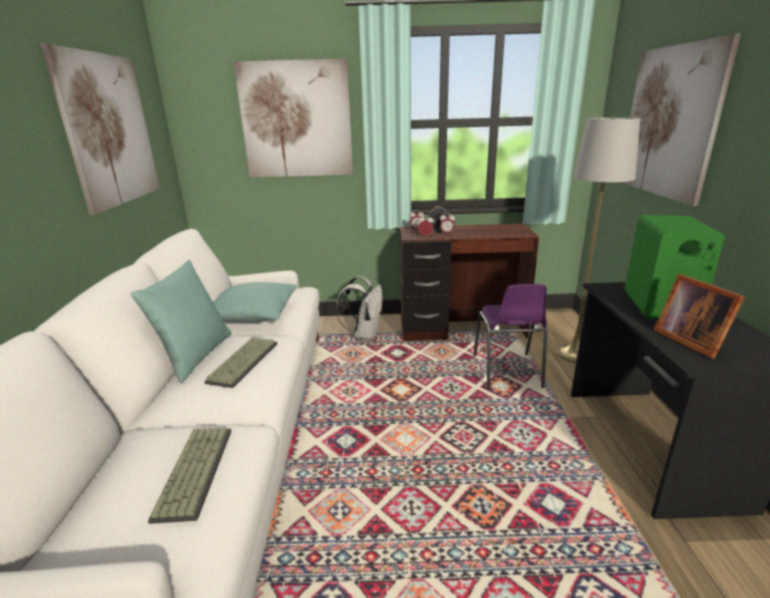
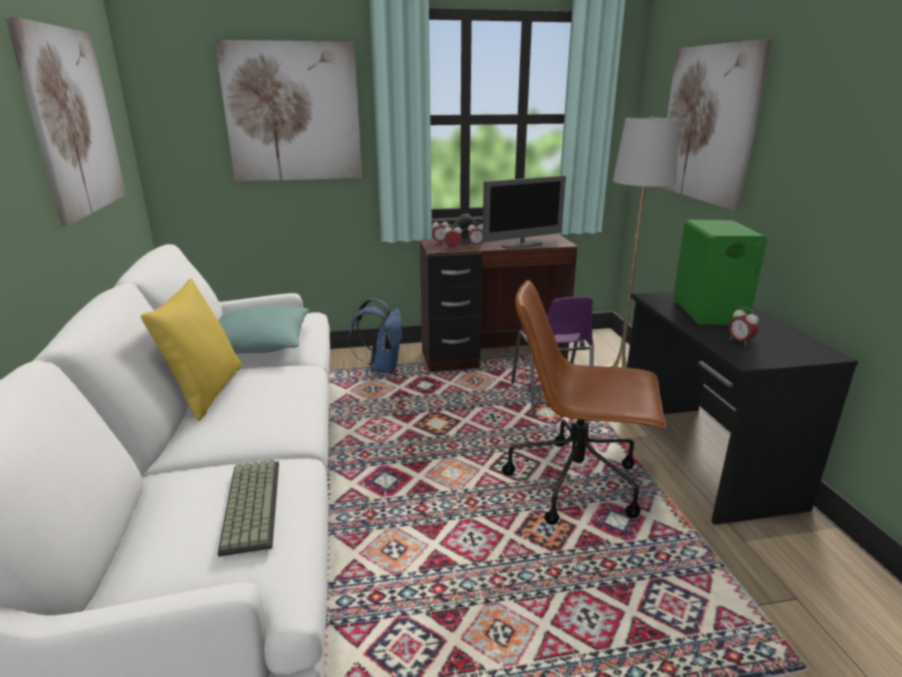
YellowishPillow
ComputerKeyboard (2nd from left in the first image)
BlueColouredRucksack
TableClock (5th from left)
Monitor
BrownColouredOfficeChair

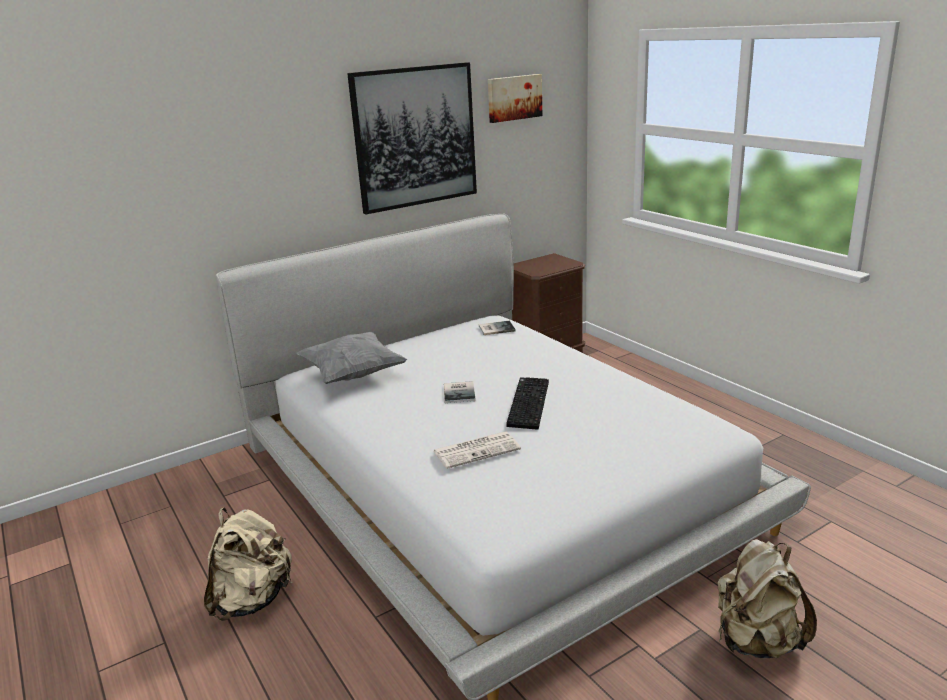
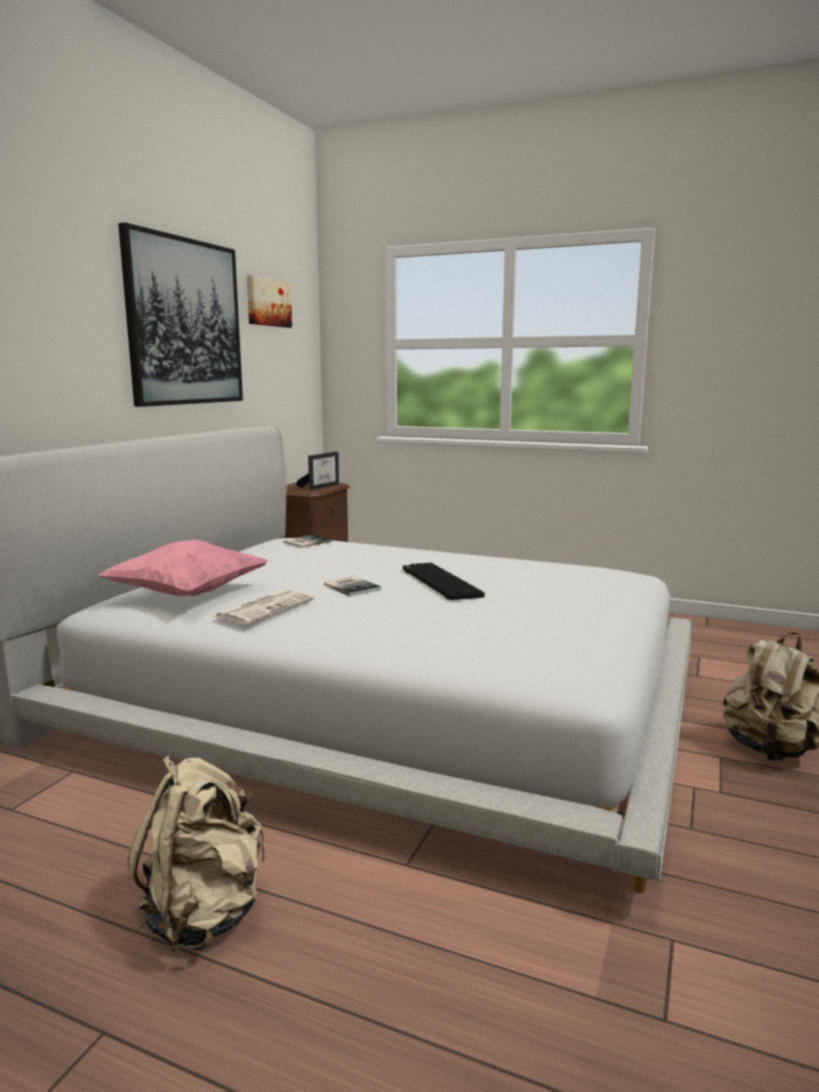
PinkColouredPillow
DailyPaper
PictureFrame

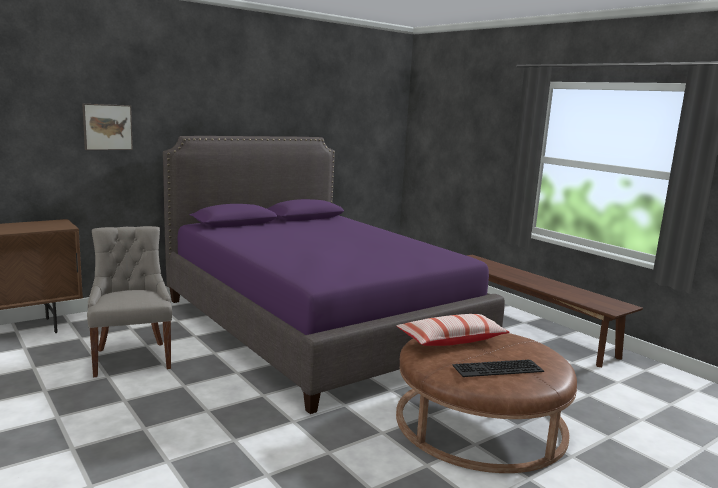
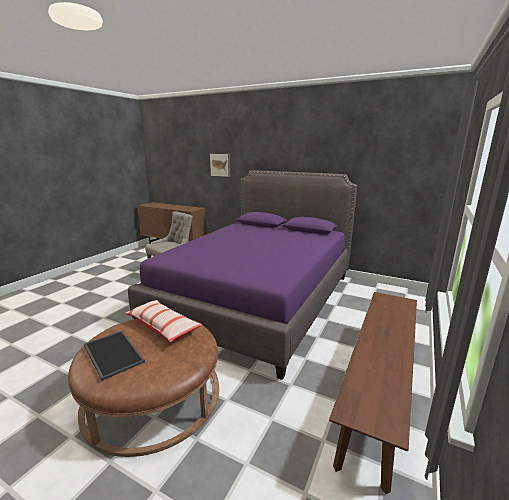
Tray

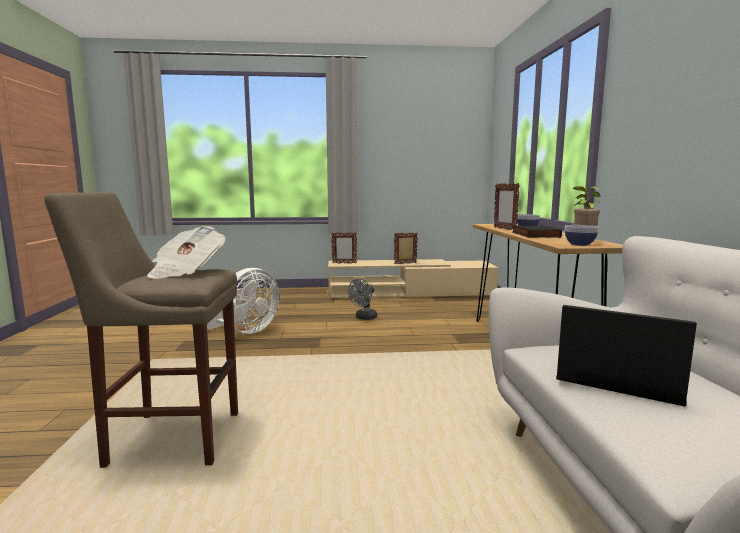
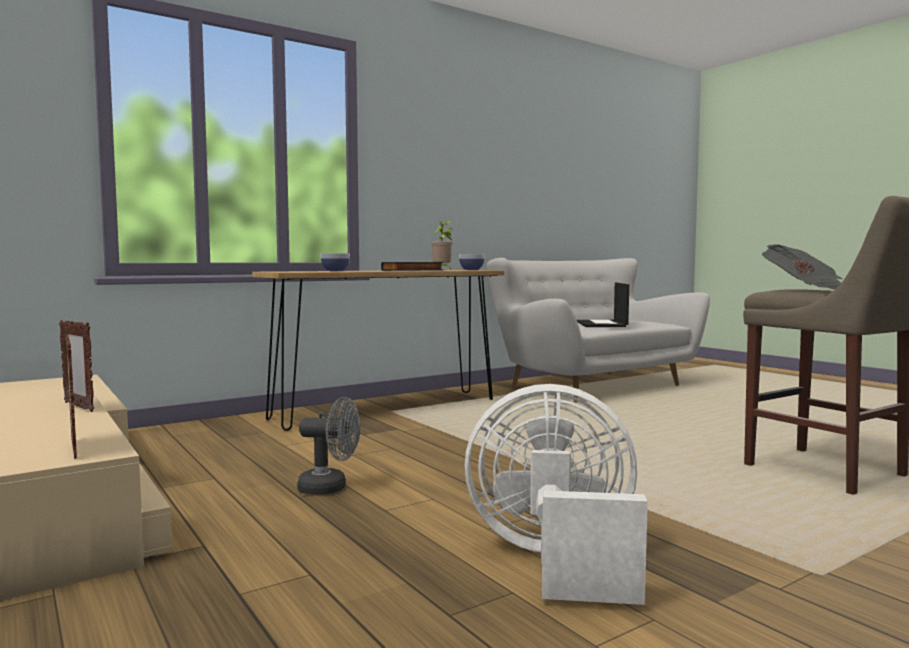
PictureFrame (3rd from left in the first image)

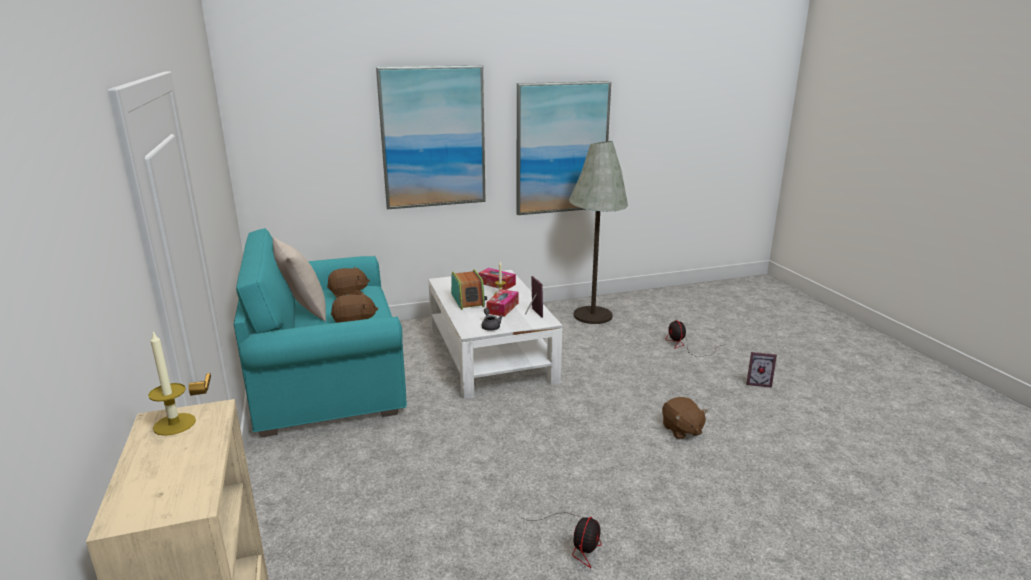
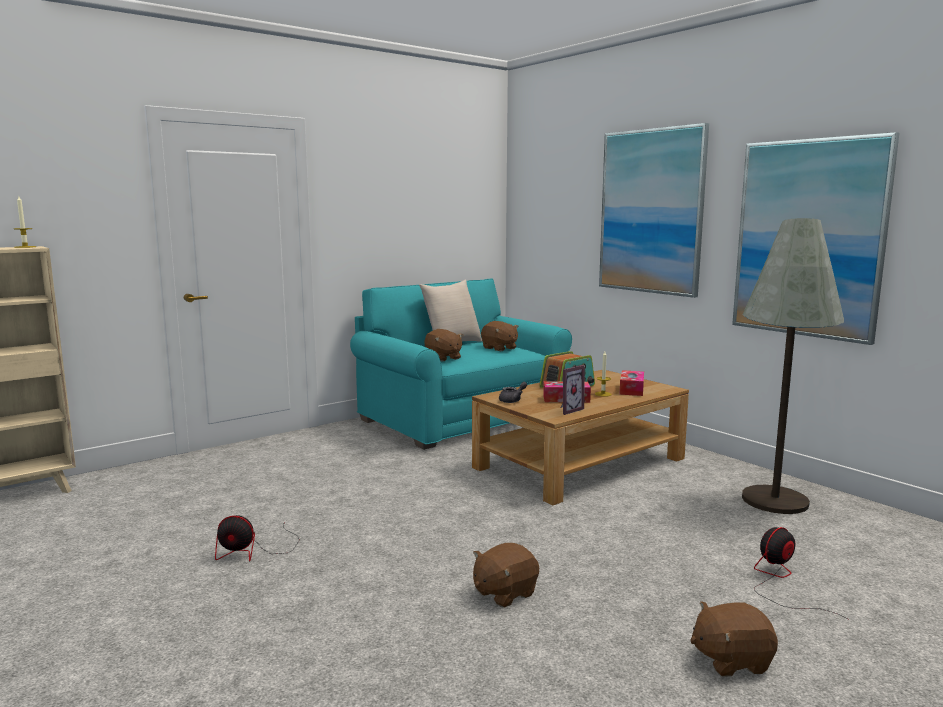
BrownColouredCoffeeTable
BrownColouredPlushToy (4th from left)

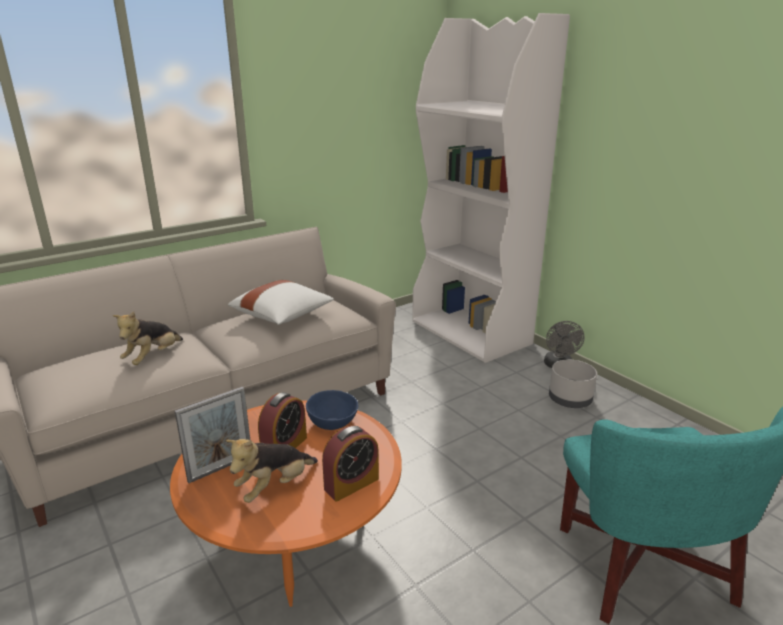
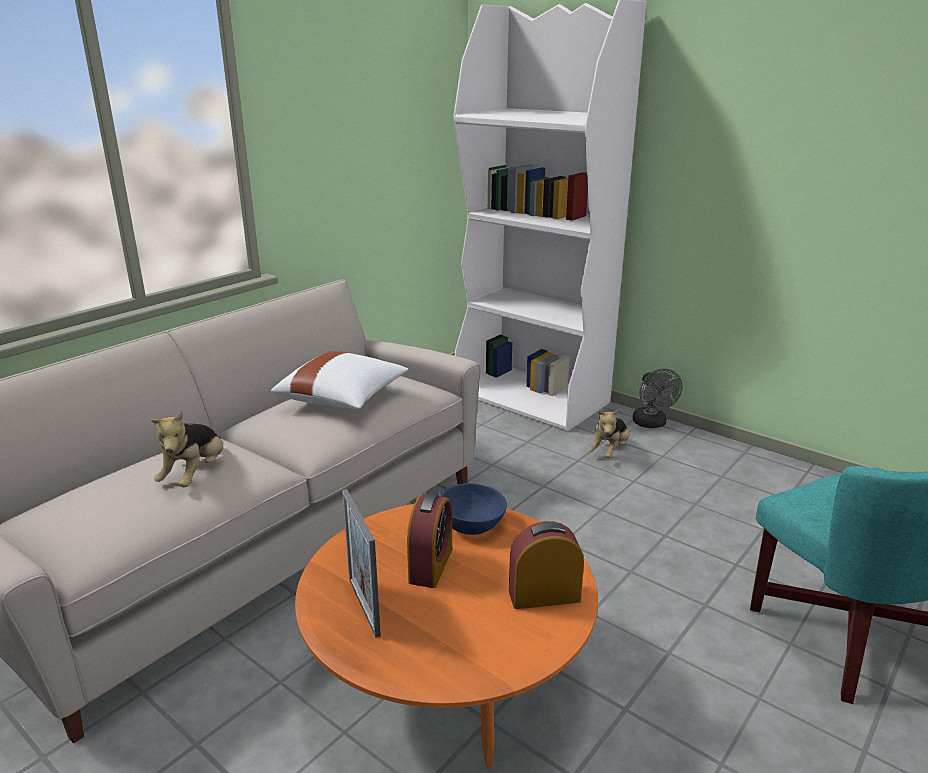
PictureFrame
PlushToy (2nd from left)
TableClock (2nd from left)
GreyishPlanter

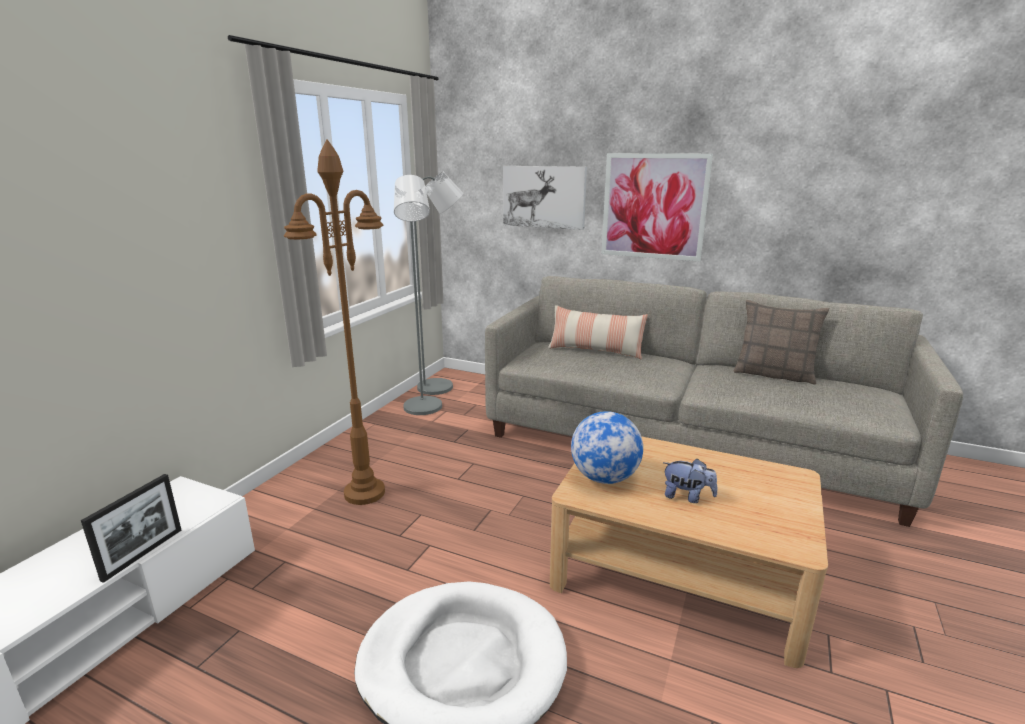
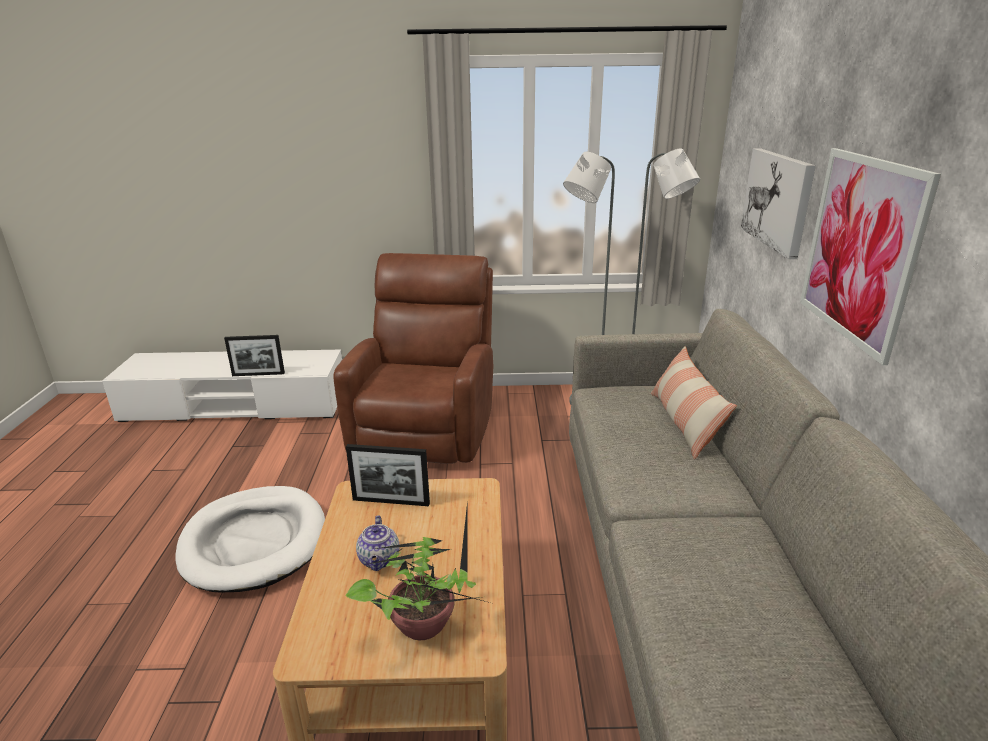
BrownColouredEasyChair
PictureFrame (2nd from left)
Teapot
Pillow (2nd from left in the first image)
PottedPlant

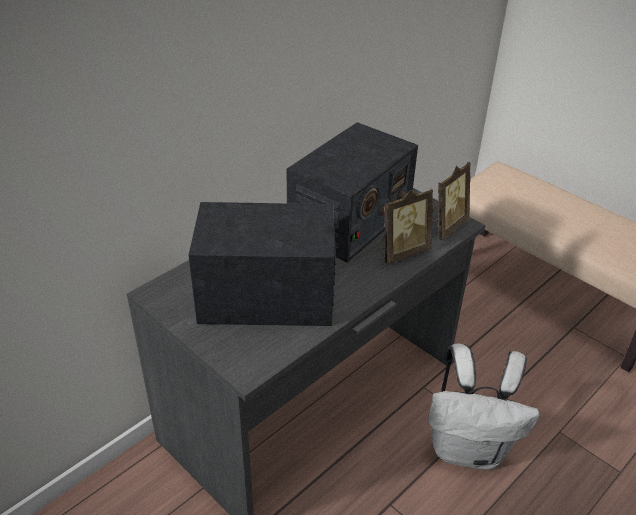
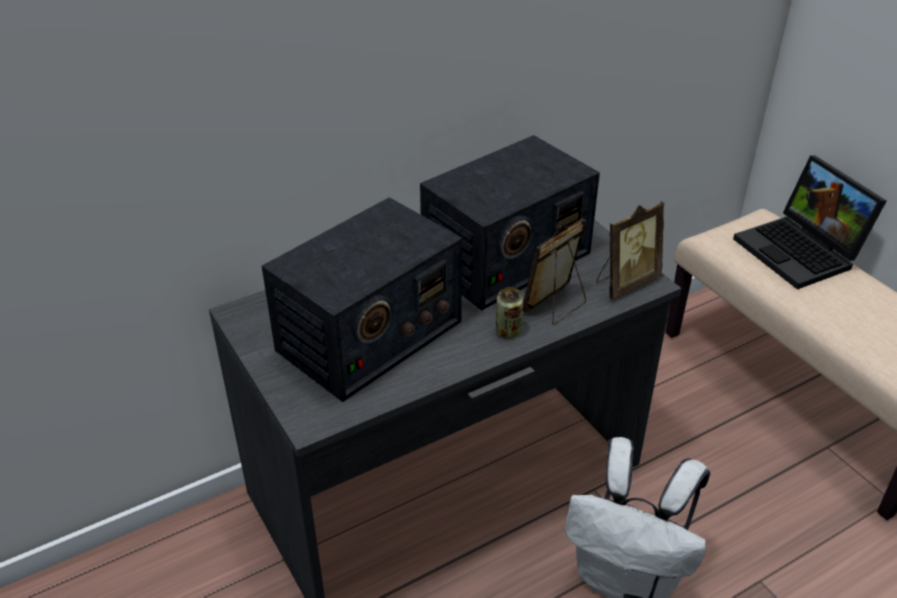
RadioSet (1st from left)
PictureFrame (1st from left)
SealedCan
Laptop

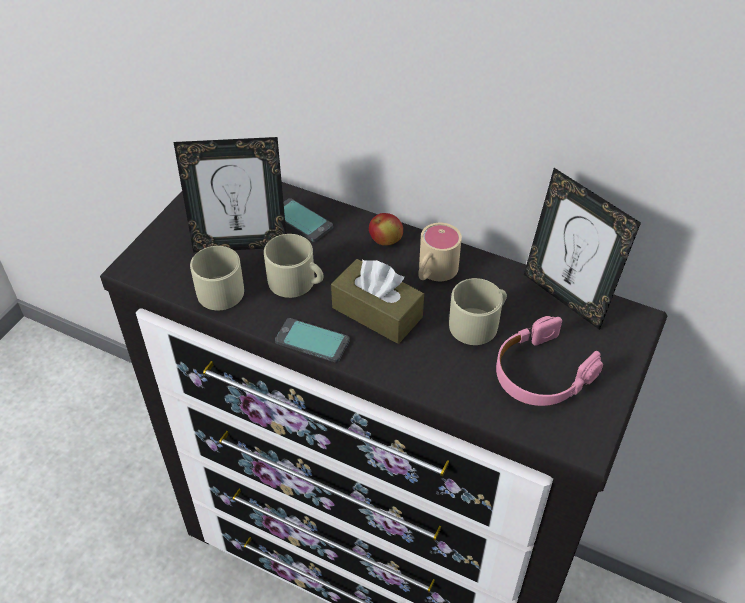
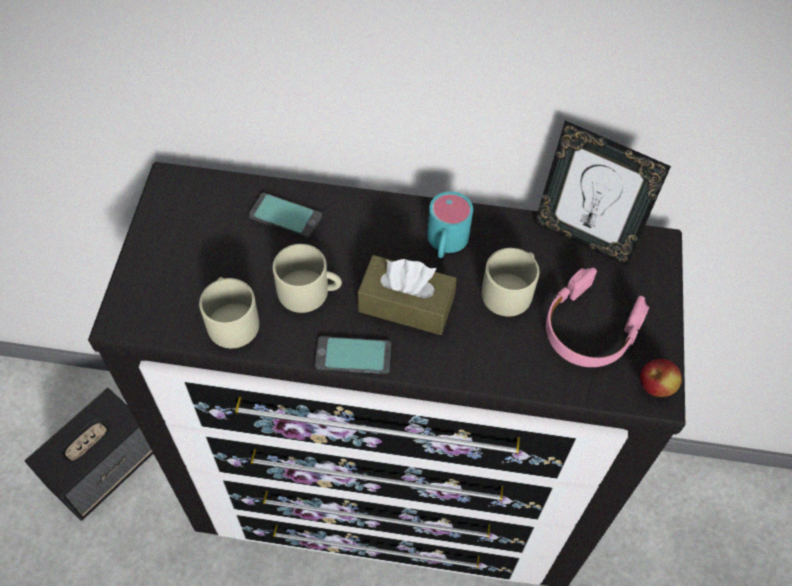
PictureFrame (1st from left in the first image)
WholeApple
TurquoiseMug
Loudspeaker

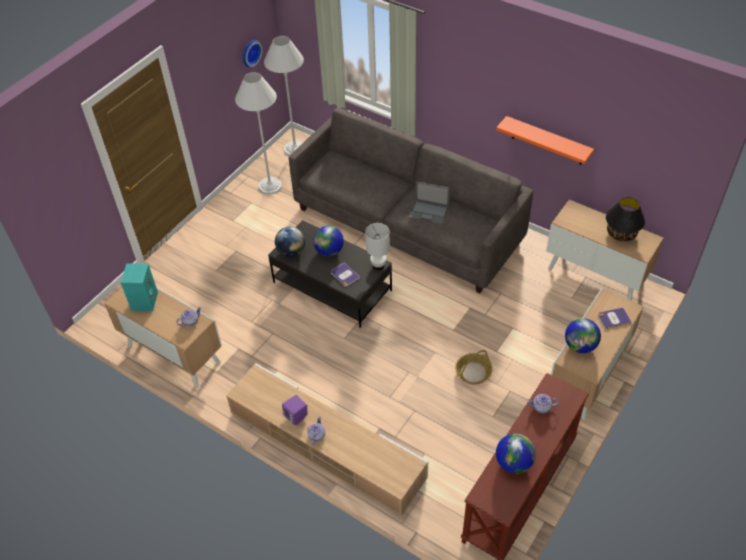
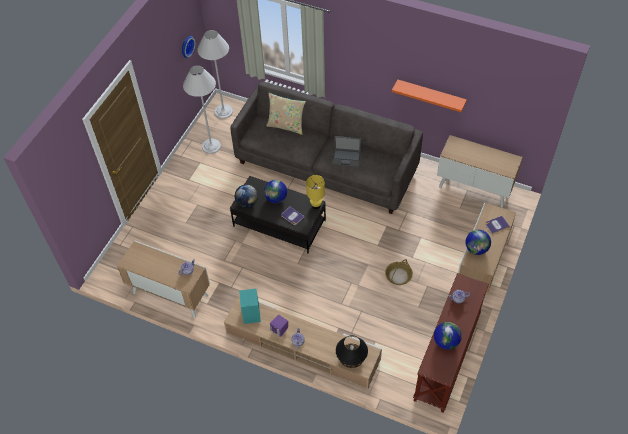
TurquoiseLoudspeaker
YellowishTableLamp
BlackTableLamp
BeigePillow

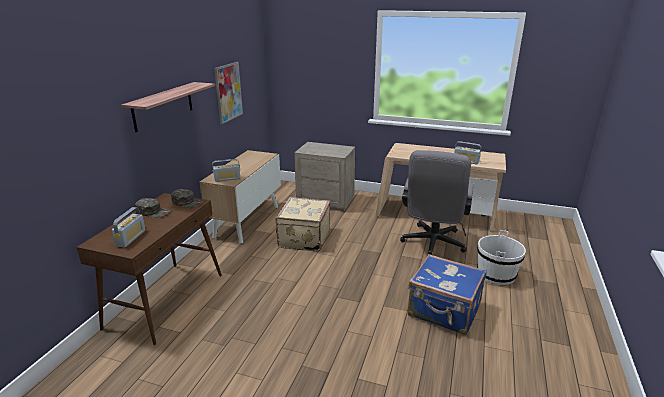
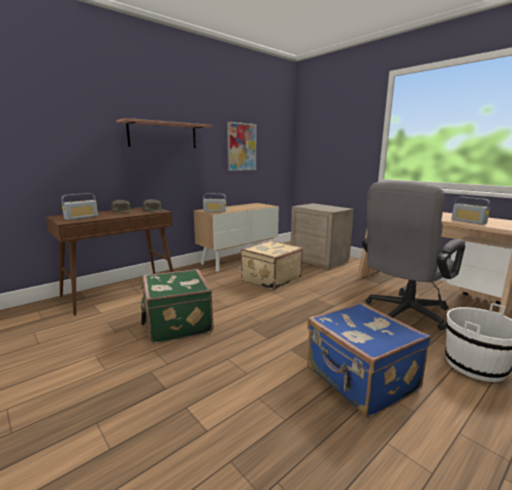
GreenSuitcase

